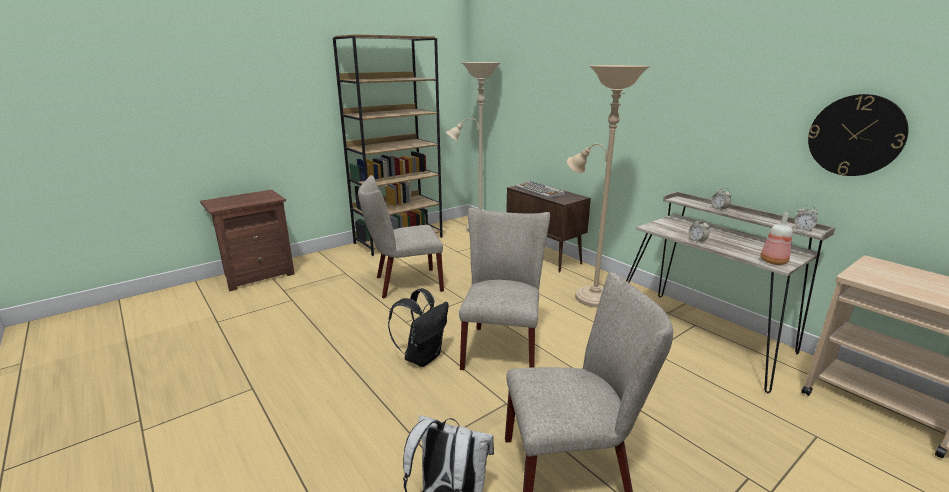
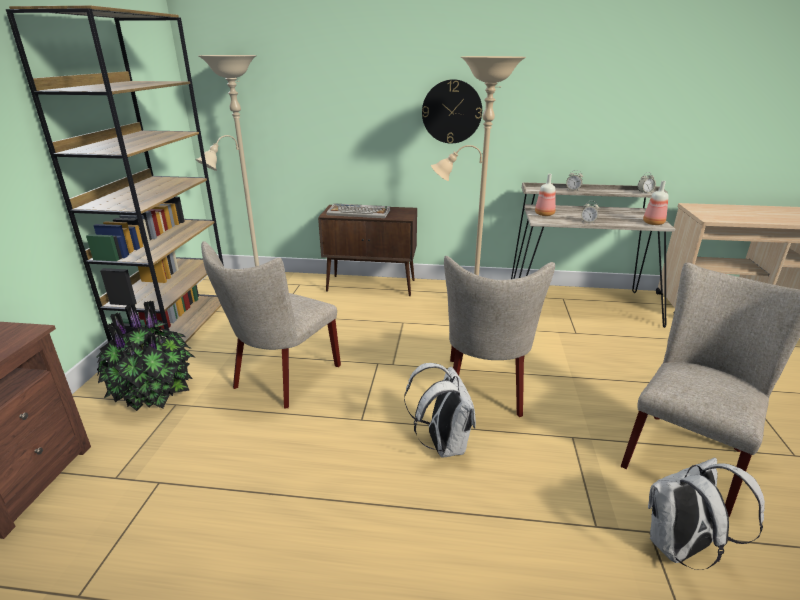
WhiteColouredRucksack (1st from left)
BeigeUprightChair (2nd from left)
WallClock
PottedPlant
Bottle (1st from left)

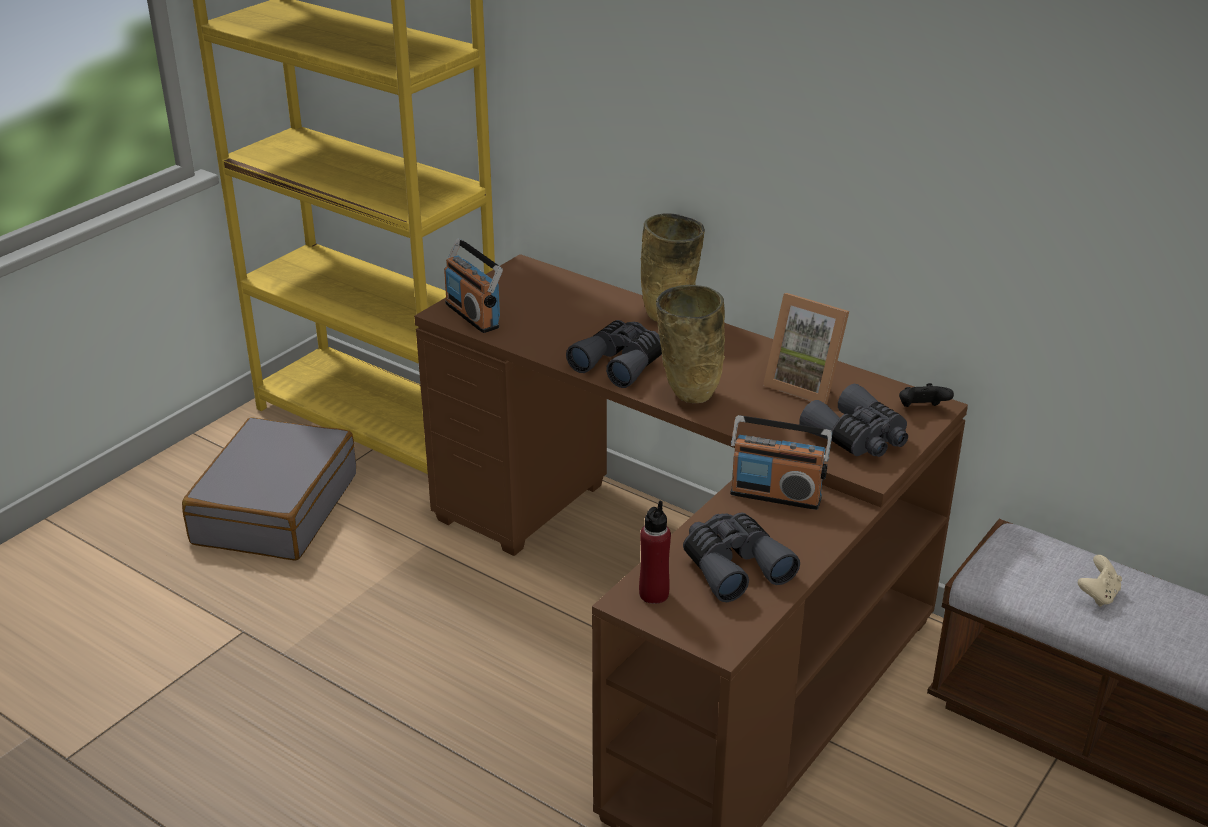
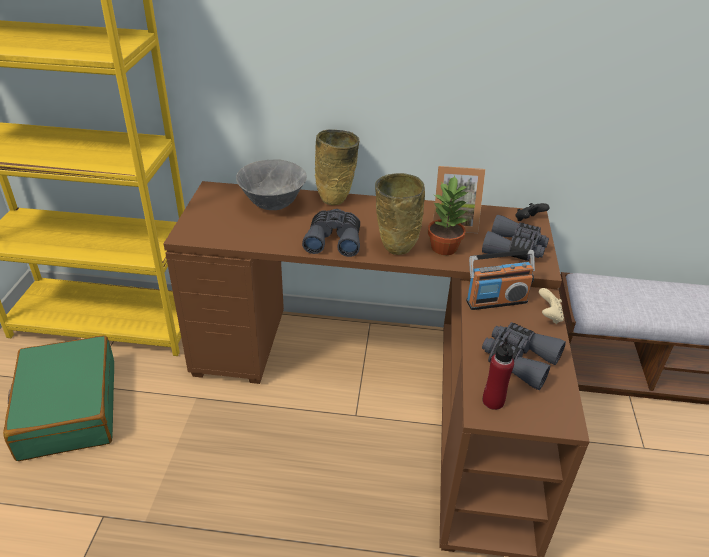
GreenSuitcase
RadioSet (1st from left in the first image)
BeigeGameController
GreyishServingBowl
PottedPlant

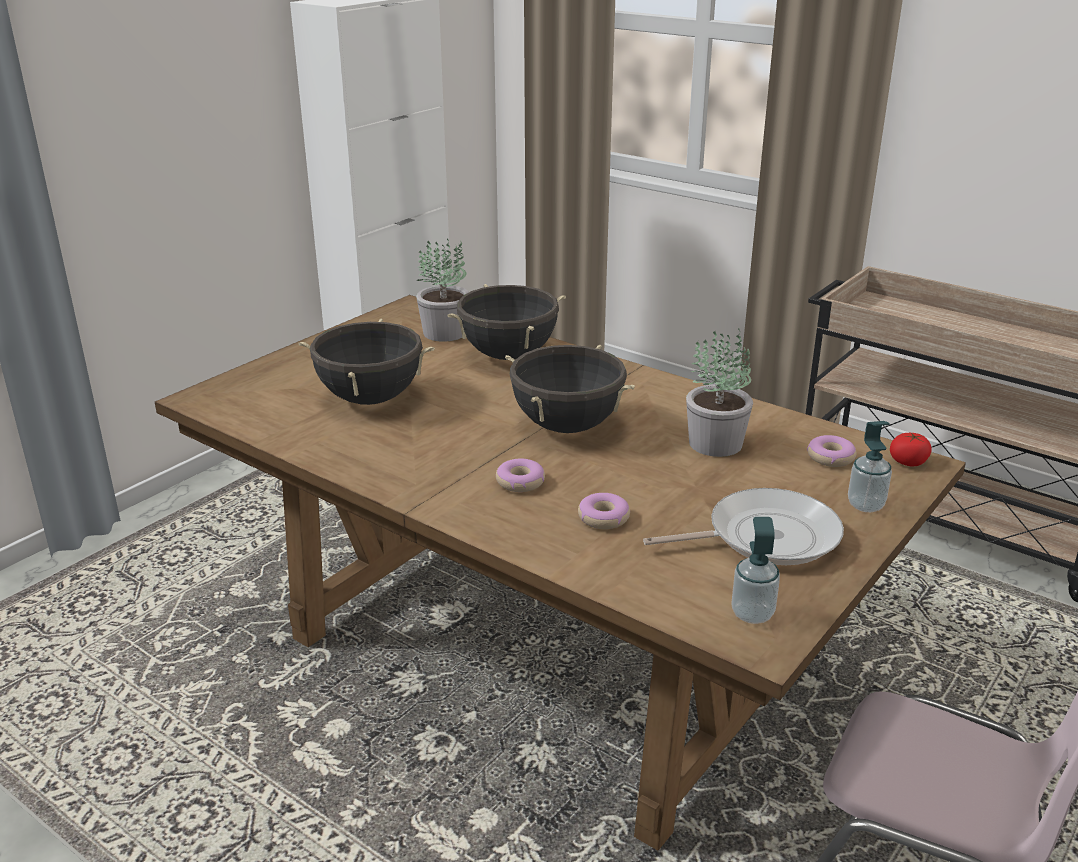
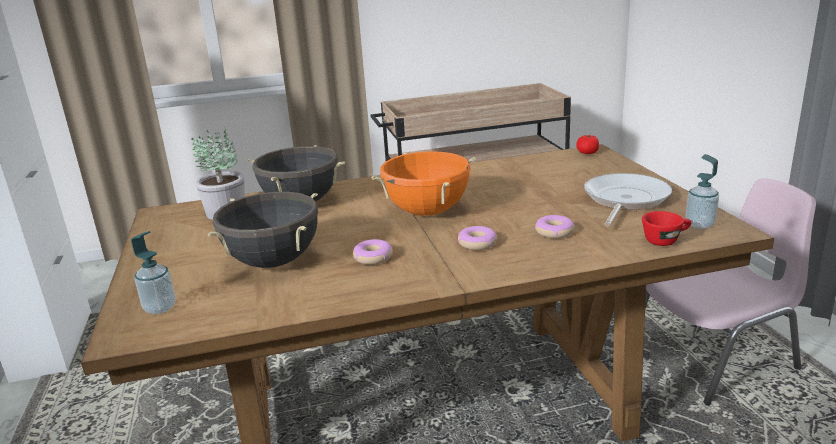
OrangeyStockpot
PottedPlant (2nd from left in the first image)
Doughnut (1st from left)
SoapDispenser (1st from left)
ReddishDrinkingCup

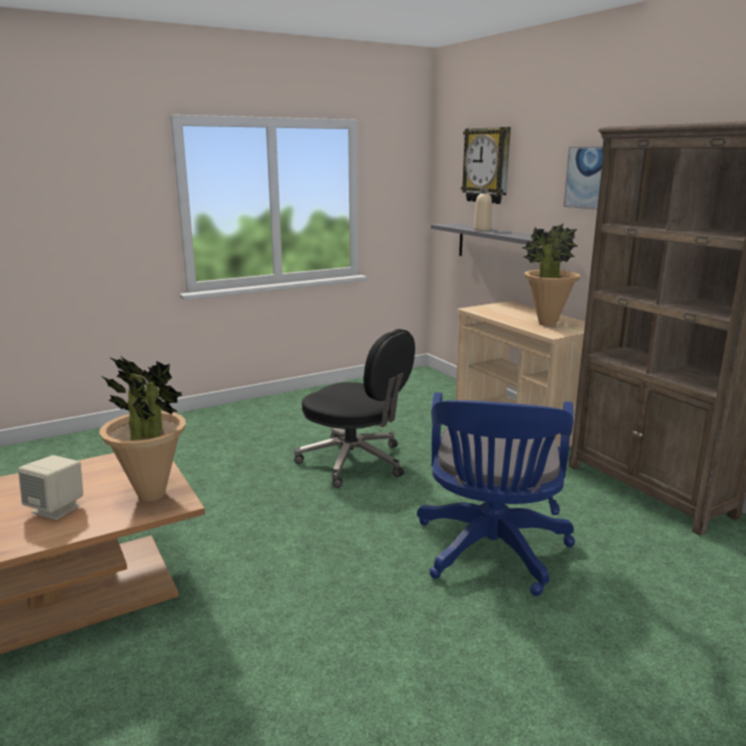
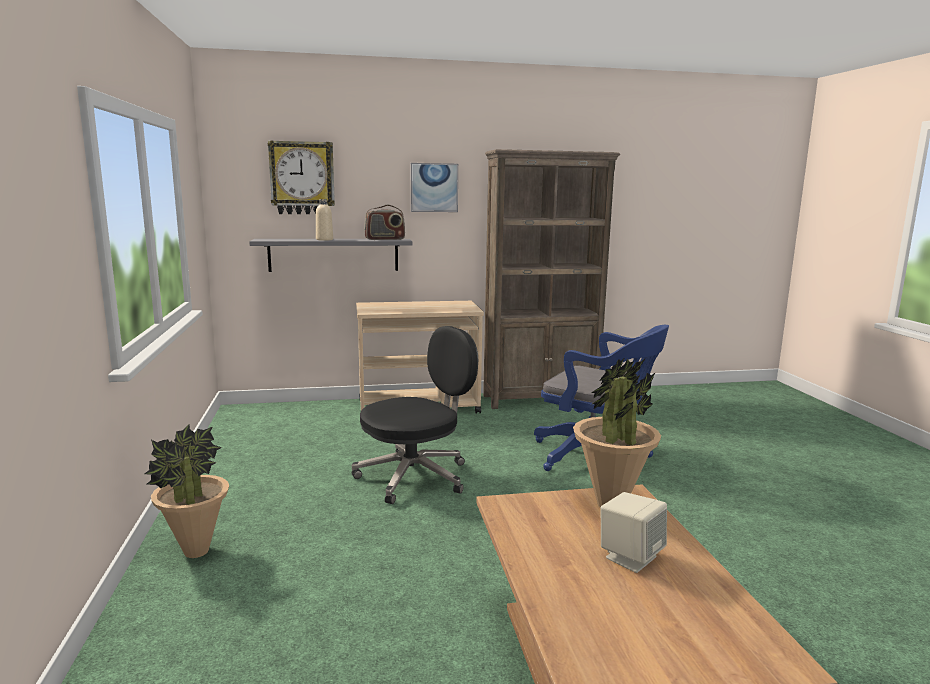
PottedPlant (1st from left)
RadioSet

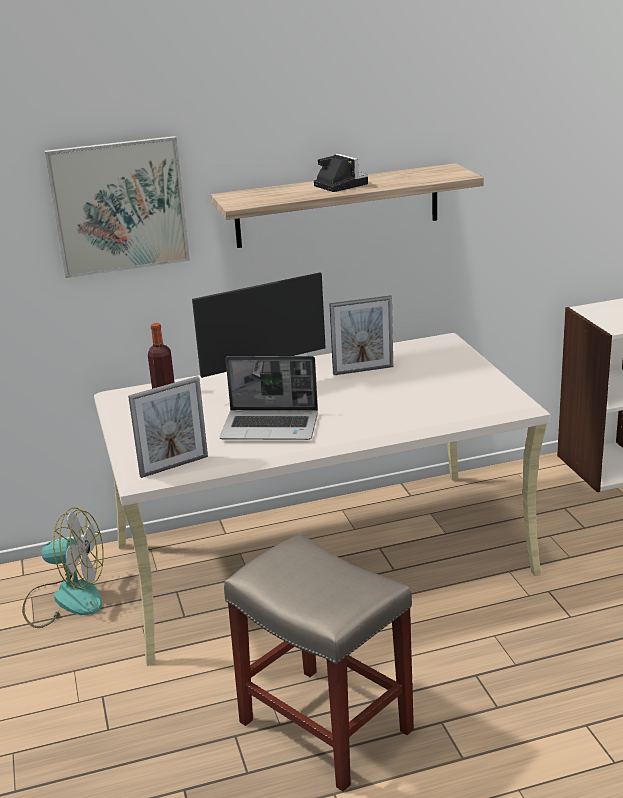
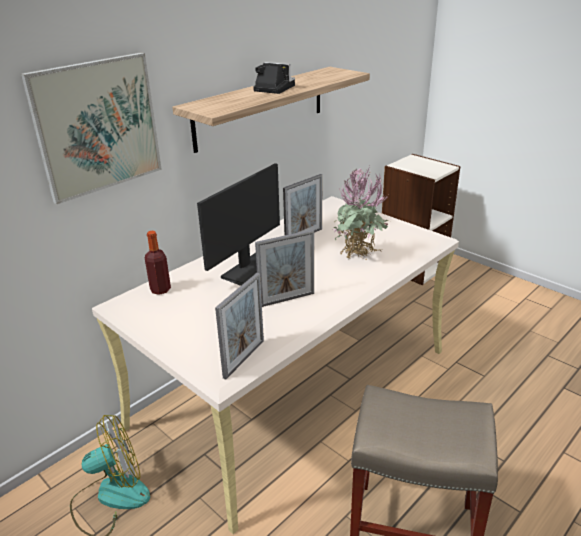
PictureFrame (2nd from left)
PottedPlant

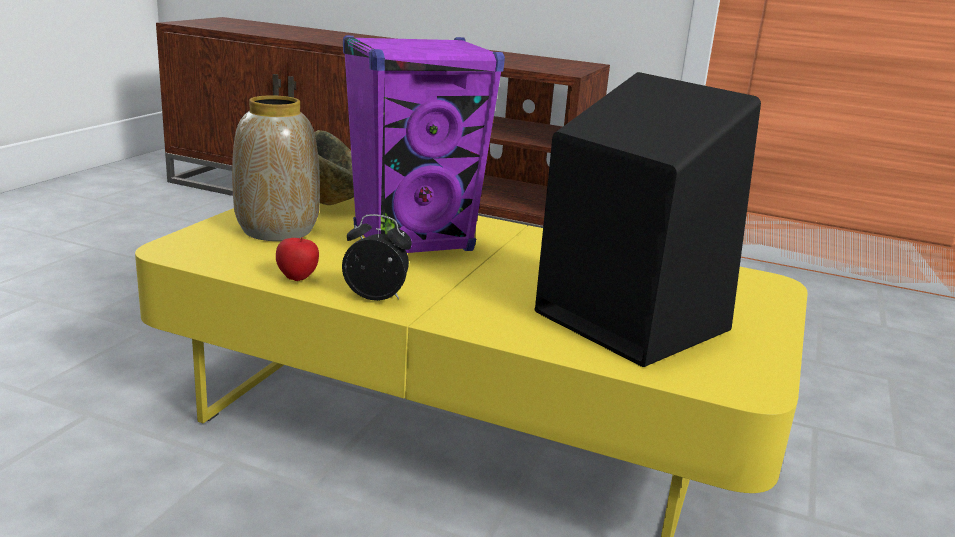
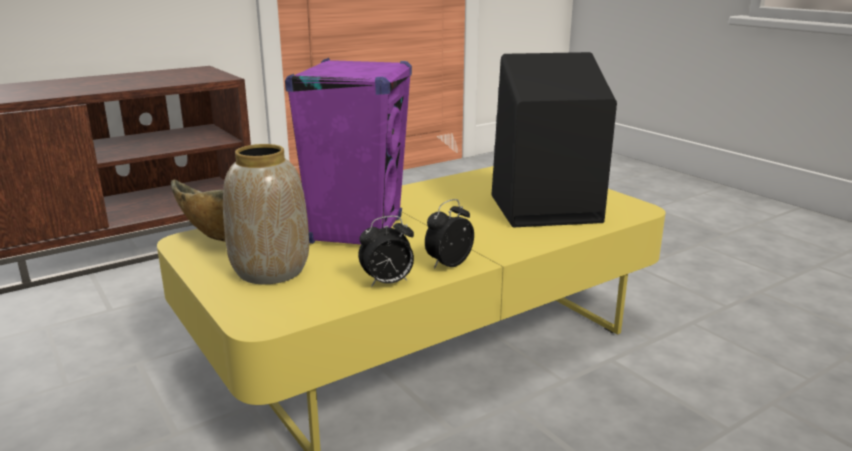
TableClock (1st from left)

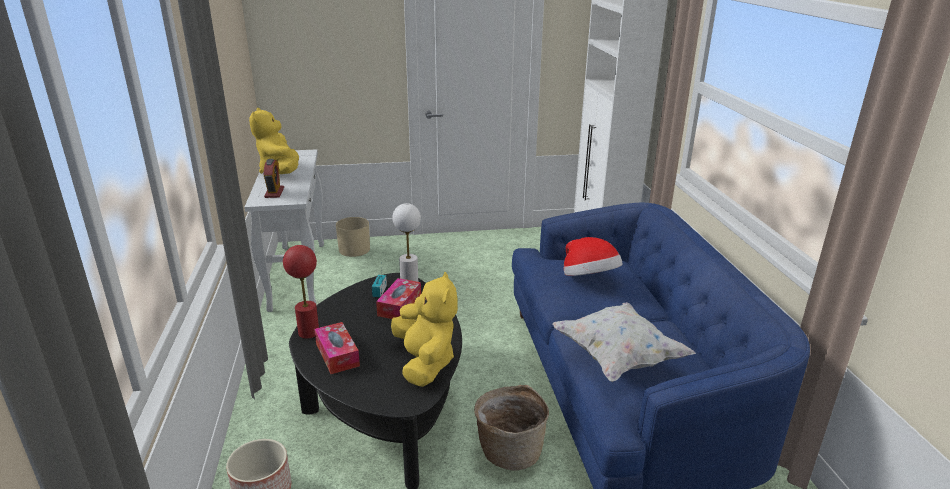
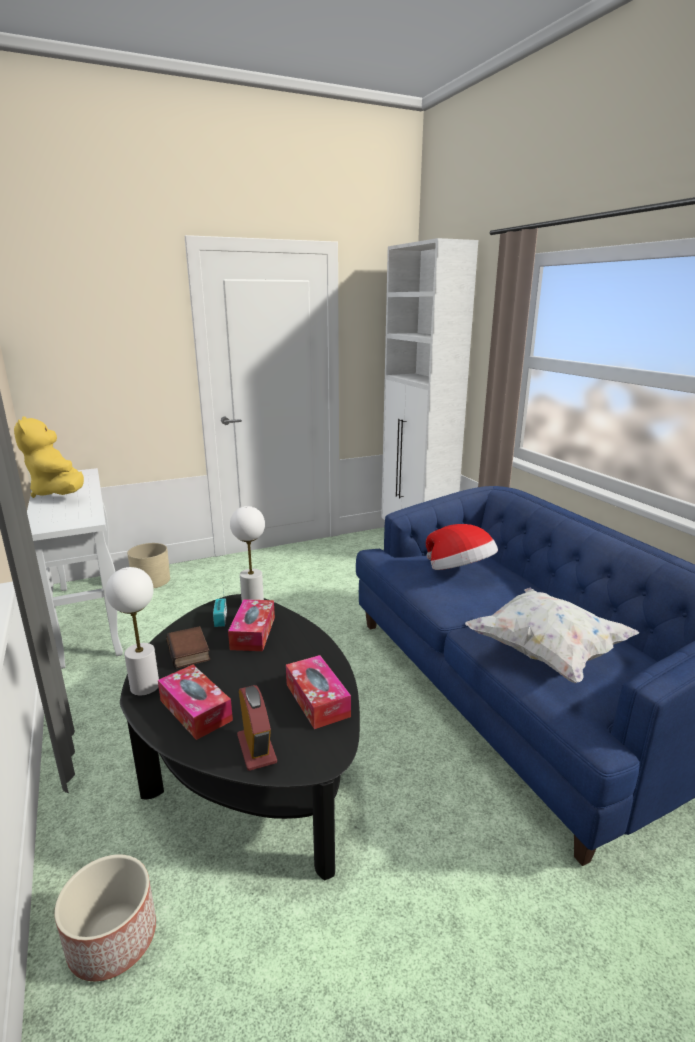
TableClock
WhiteColouredTableLamp (1st from left)
TissueHolder (3rd from left)
HouseholdBasket
BoundBook

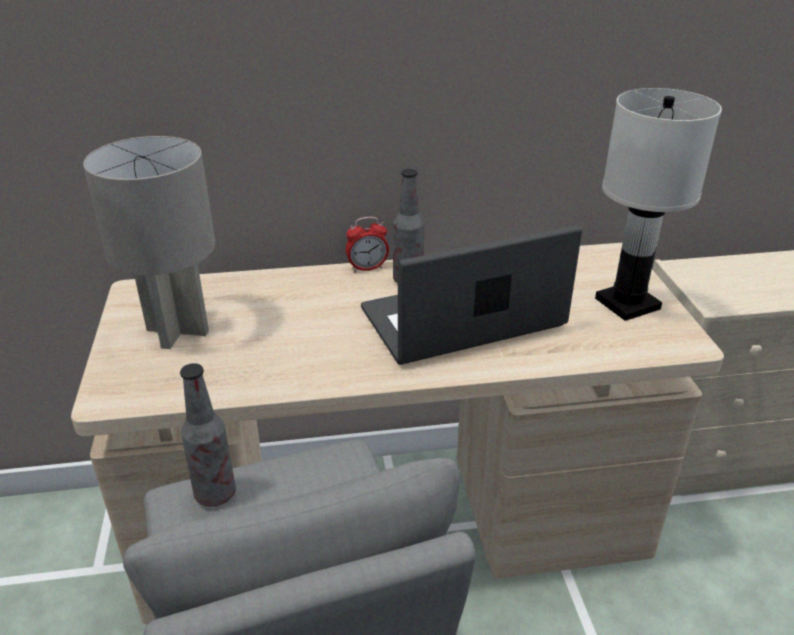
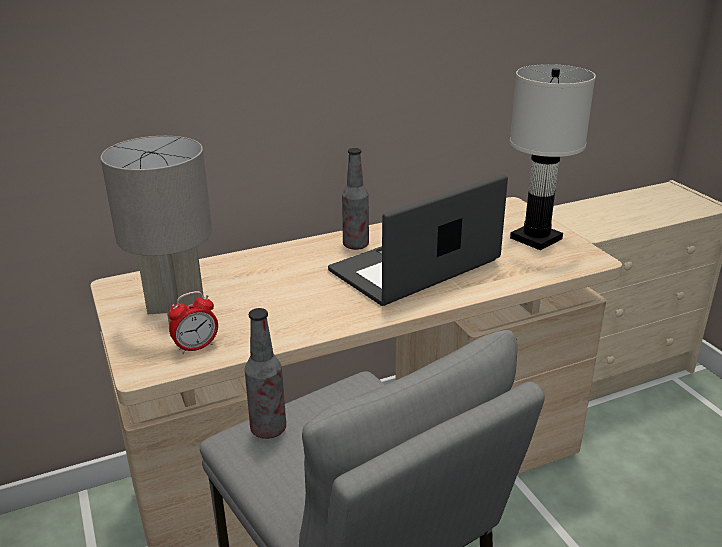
TableClock

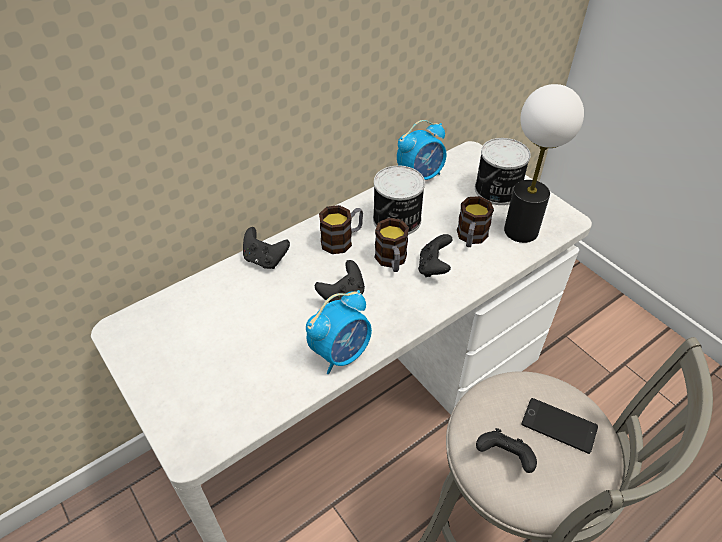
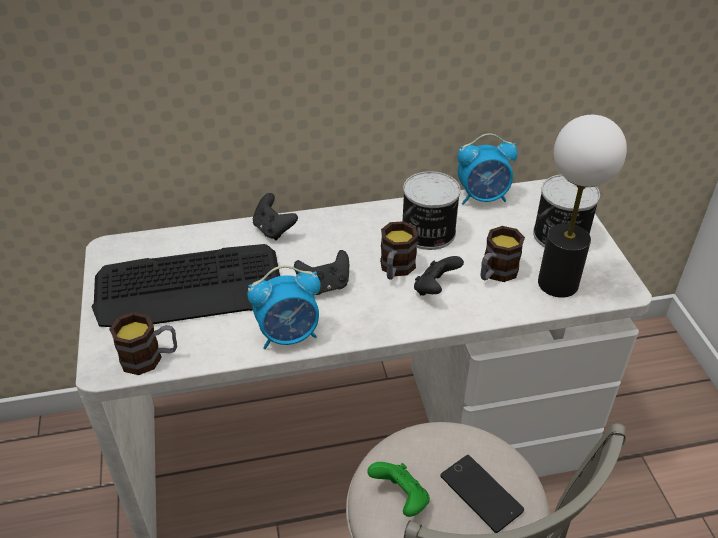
Mug (1st from left)
GreenGameController
ComputerKeyboard

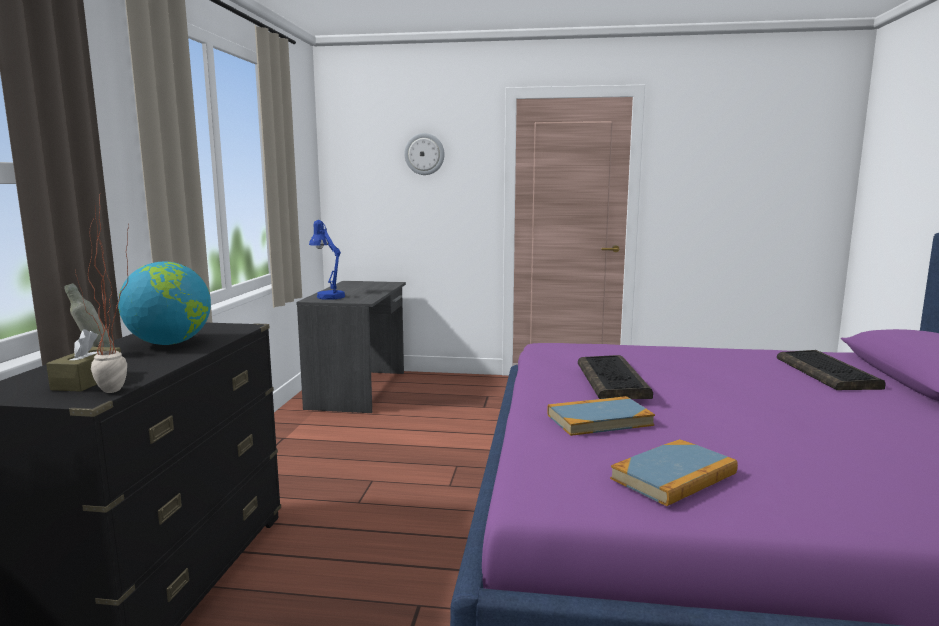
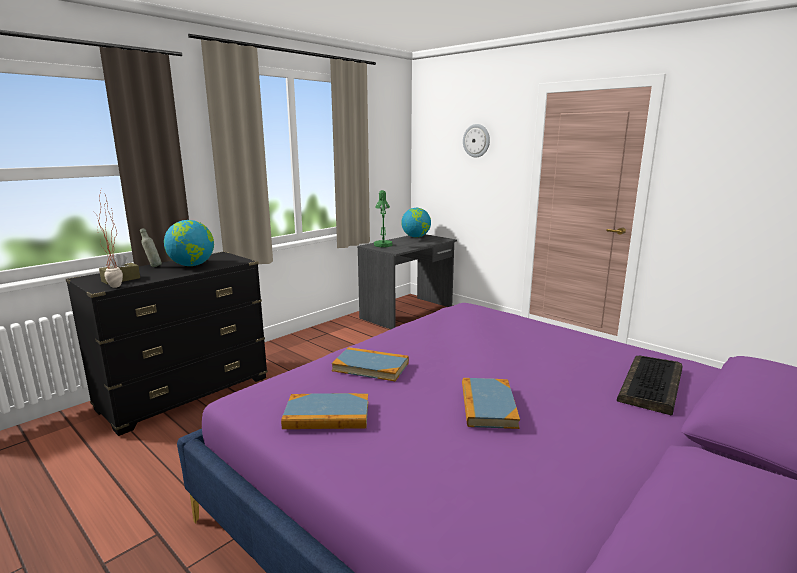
GreenTableLamp
ComputerKeyboard (1st from left in the first image)
Globe (2nd from left)
BoundBook (3rd from left)

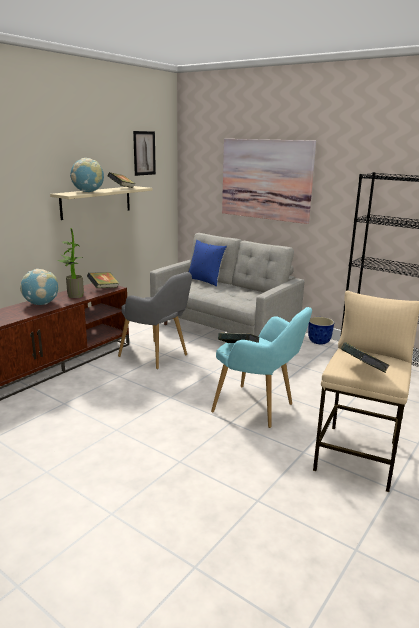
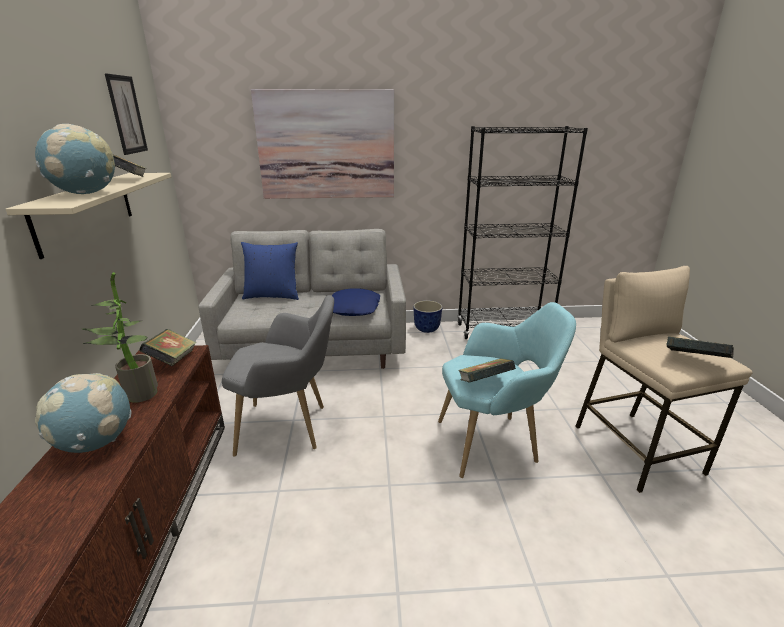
BlueColouredPillow (2nd from left)

